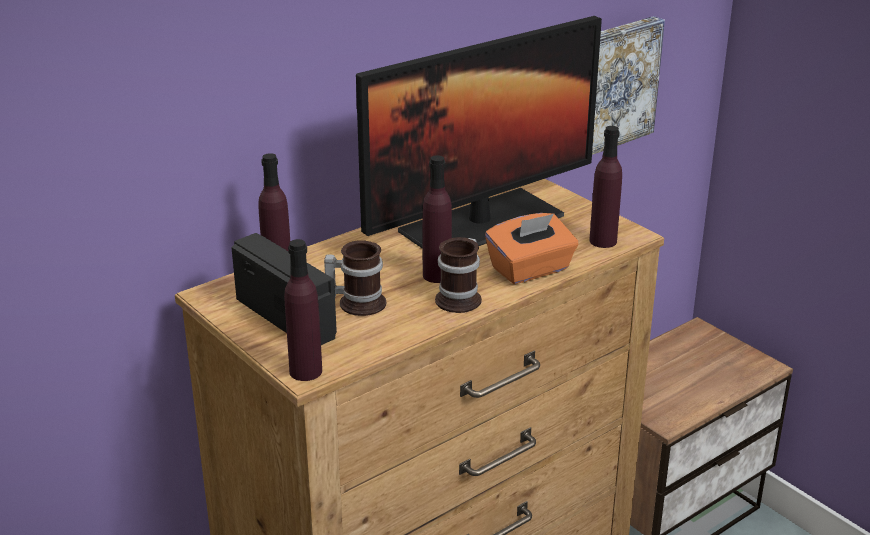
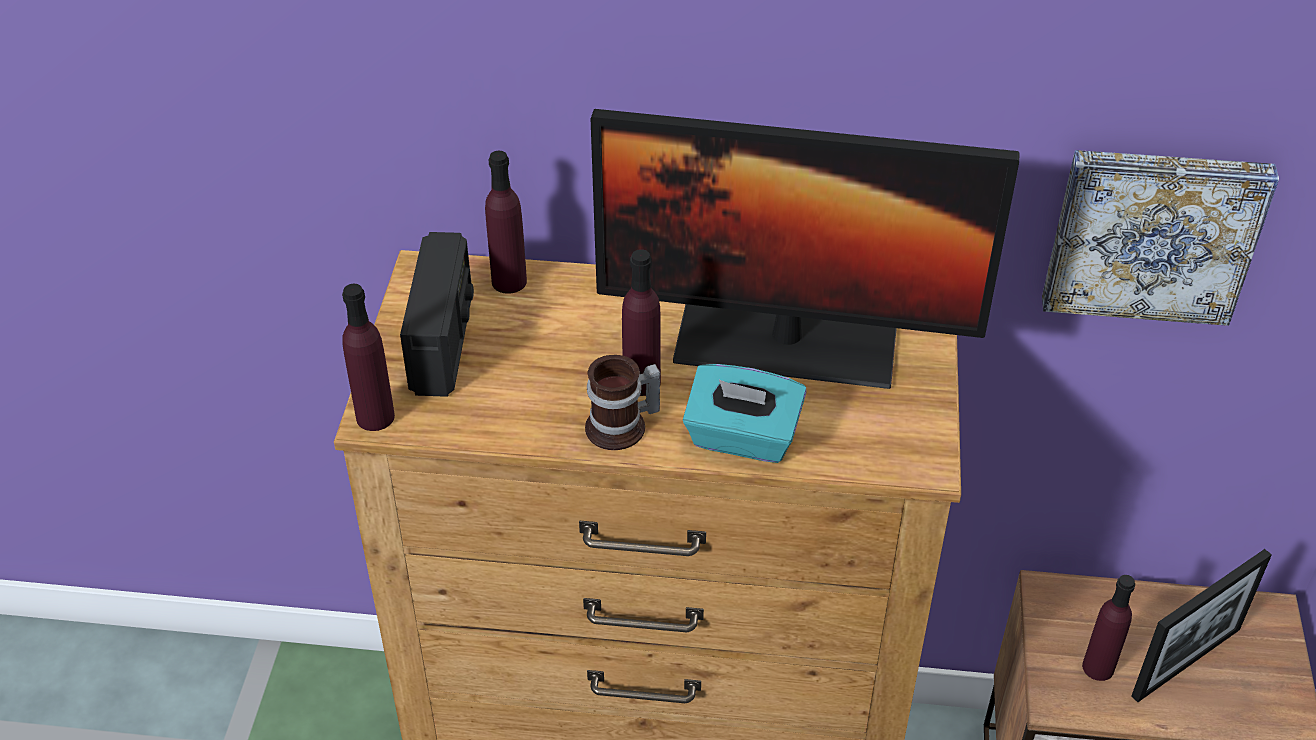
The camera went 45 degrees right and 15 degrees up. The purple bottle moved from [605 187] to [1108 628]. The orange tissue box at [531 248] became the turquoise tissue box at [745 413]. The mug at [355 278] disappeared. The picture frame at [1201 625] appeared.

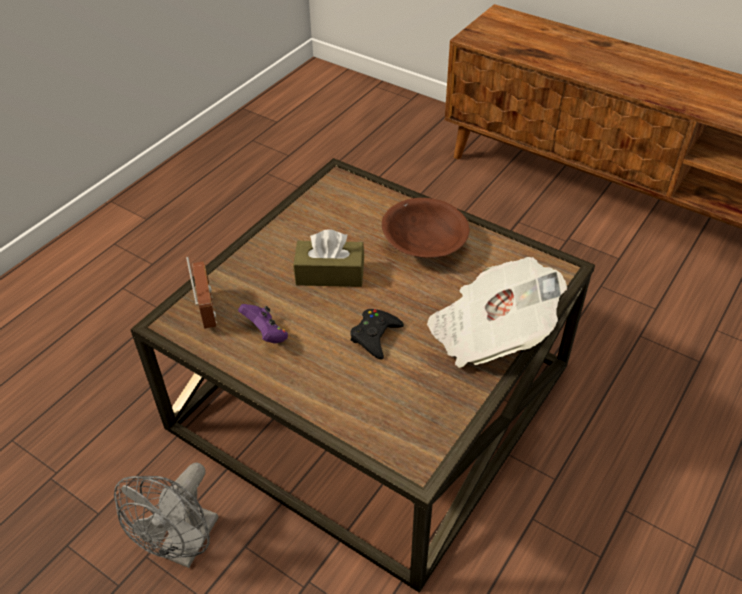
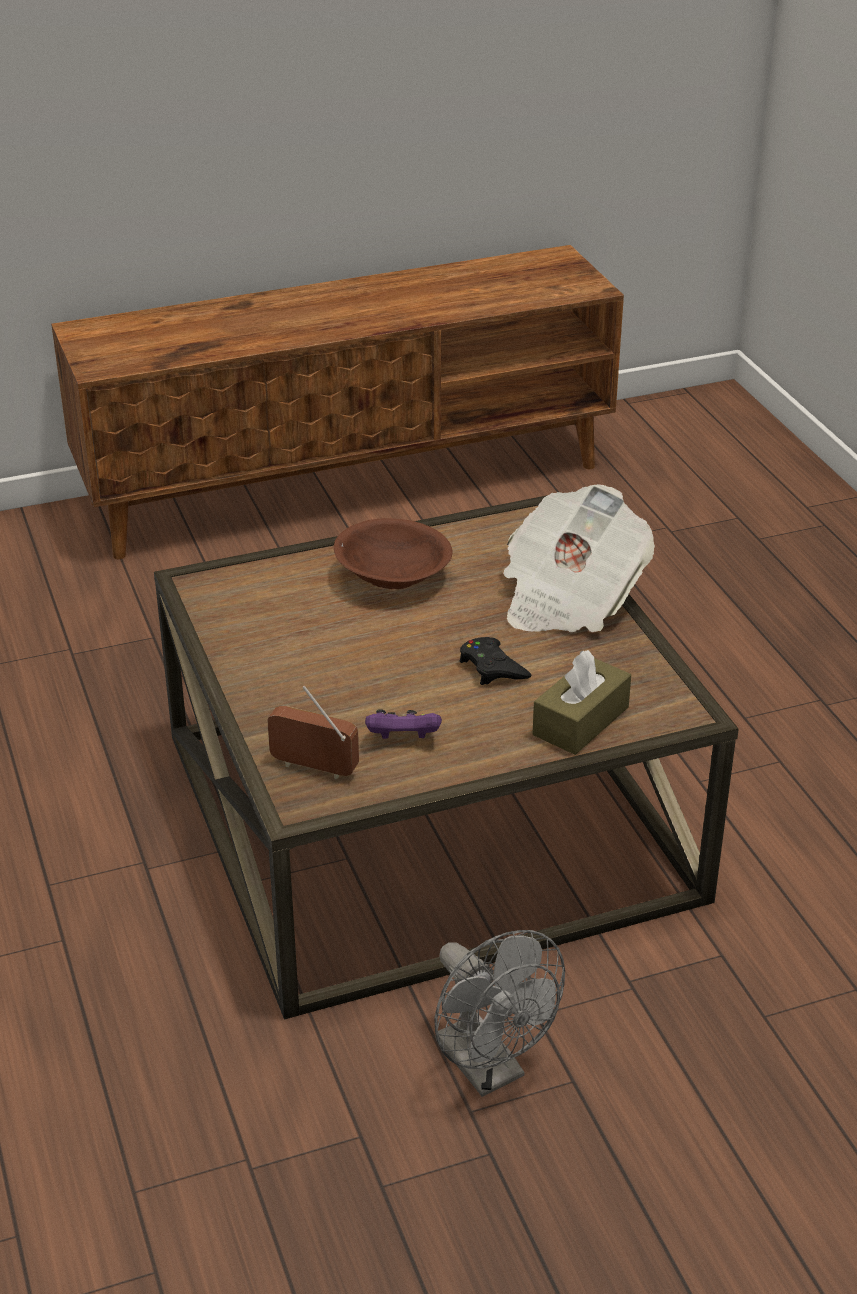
The camera went 55 degrees left and 10 degrees down. The brown tissue box moved from [328 258] to [581 702].

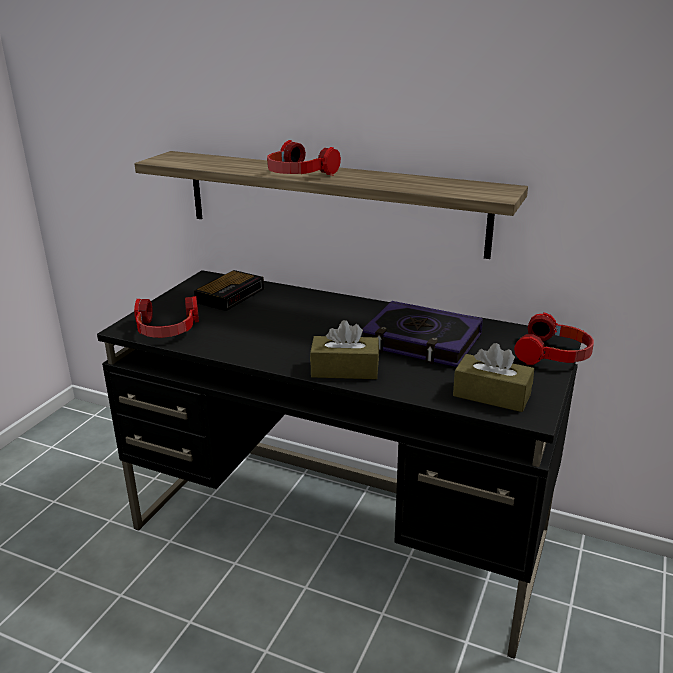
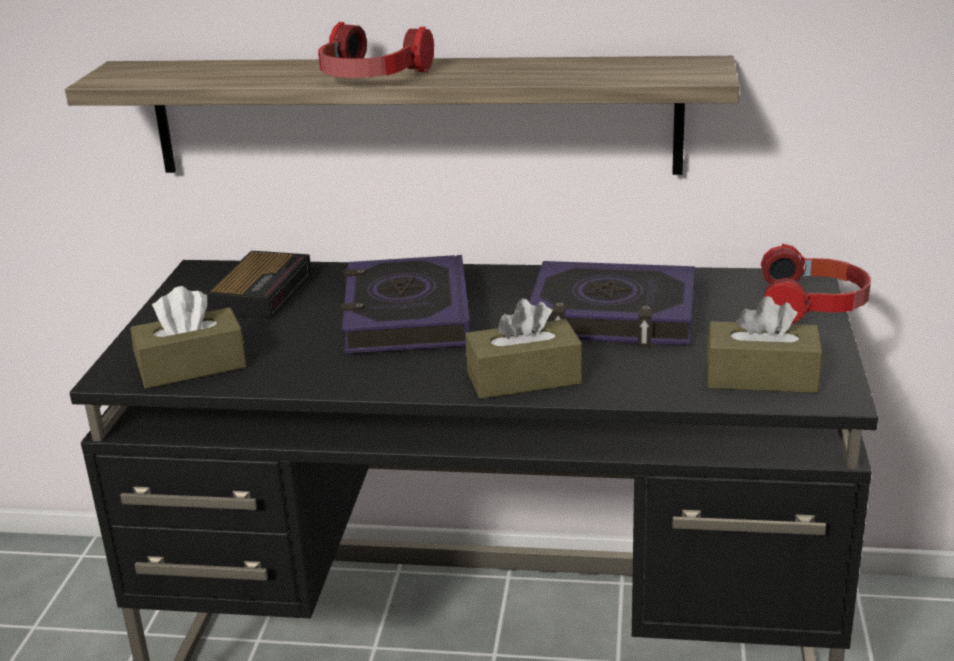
The camera went 15 degrees left and 0 degrees up. The headphones at [166 317] was replaced by the brown tissue box at [188 337]. The book at [405 304] appeared.

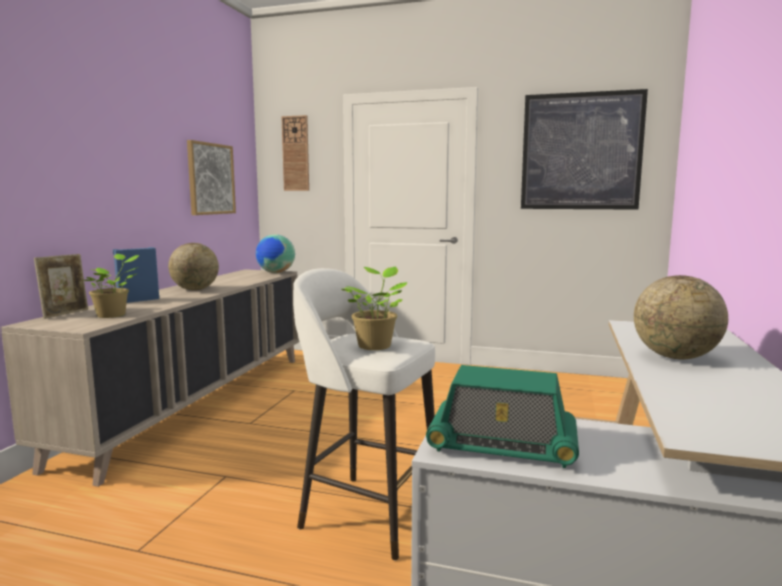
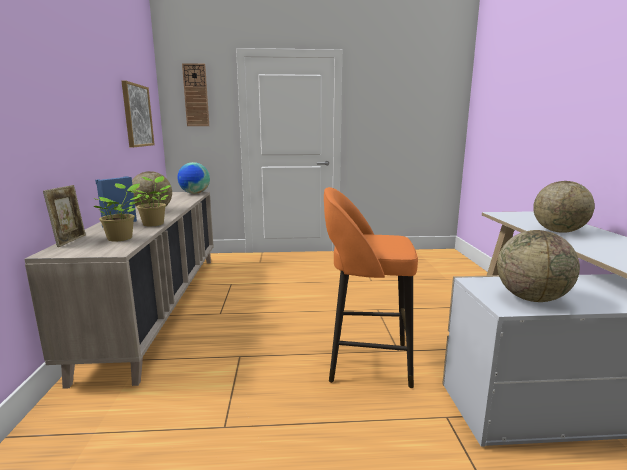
The camera went 20 degrees left and 5 degrees up. The picture at [584 149] disappeared. The potted plant moved from [374 308] to [150 201]. The white stool at [364 414] became the orange stool at [371 287]. The radio at [502 416] was replaced by the globe at [538 266].

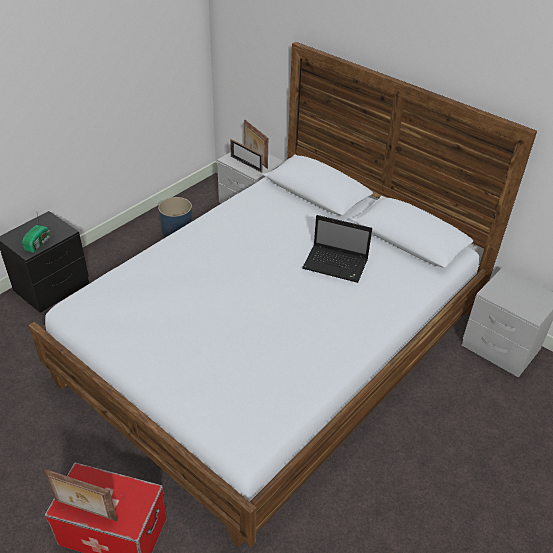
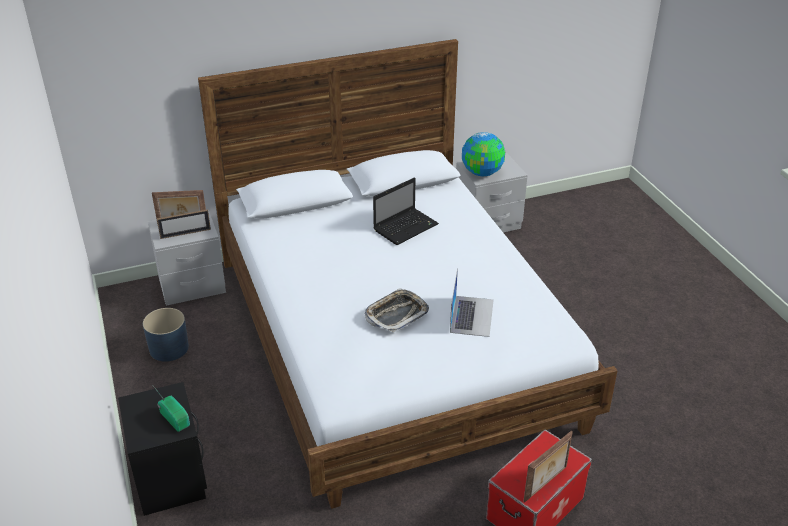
The camera went 60 degrees left and 5 degrees down. The globe at [483 154] appeared. The laptop at [472 302] appeared. The tray at [397 310] appeared.

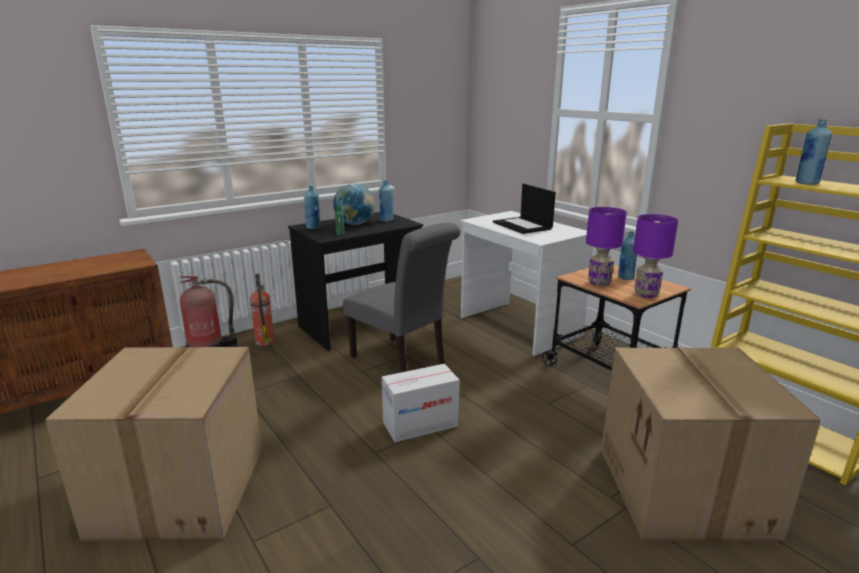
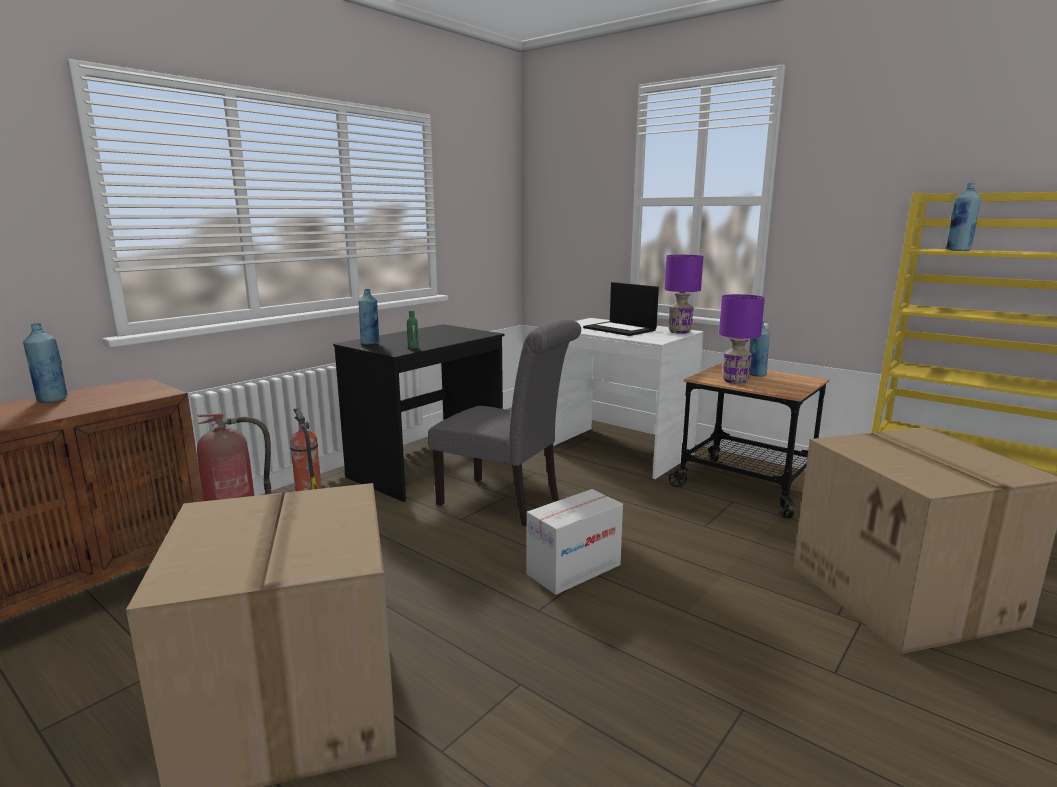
The camera went 15 degrees left and 5 degrees down. The blue bottle moved from [386 201] to [46 363]. The globe at [354 204] disappeared. The purple table lamp moved from [655 256] to [684 294].

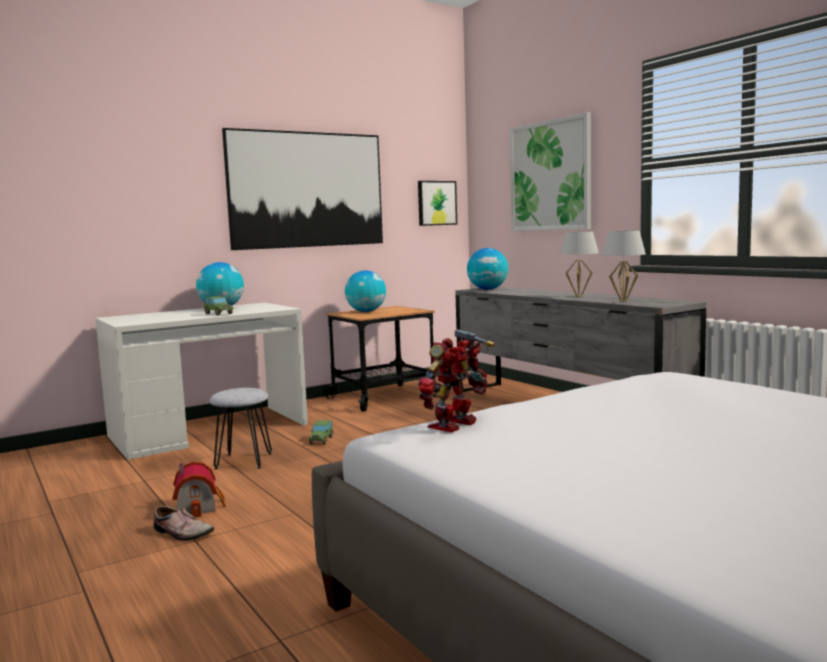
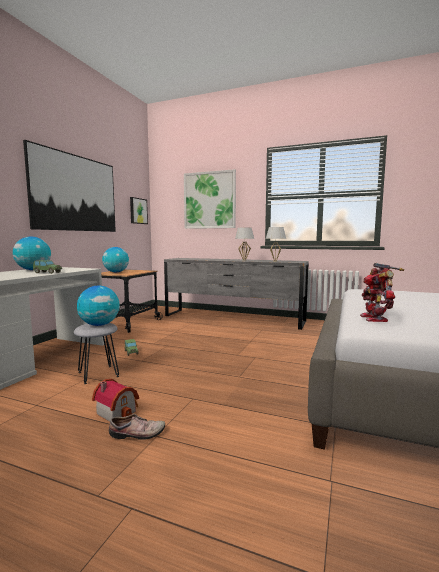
The camera went 35 degrees left and 0 degrees up. The globe moved from [487 269] to [98 306].

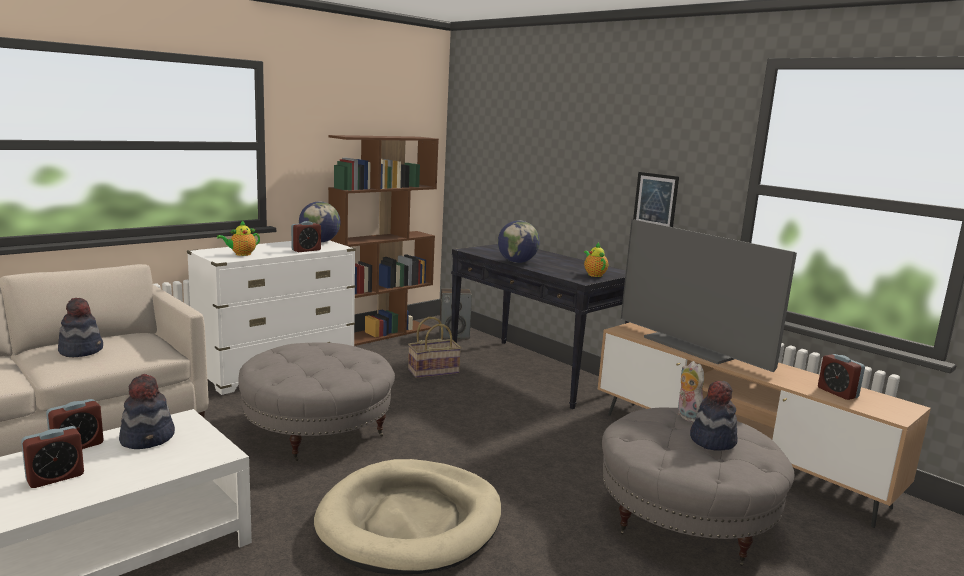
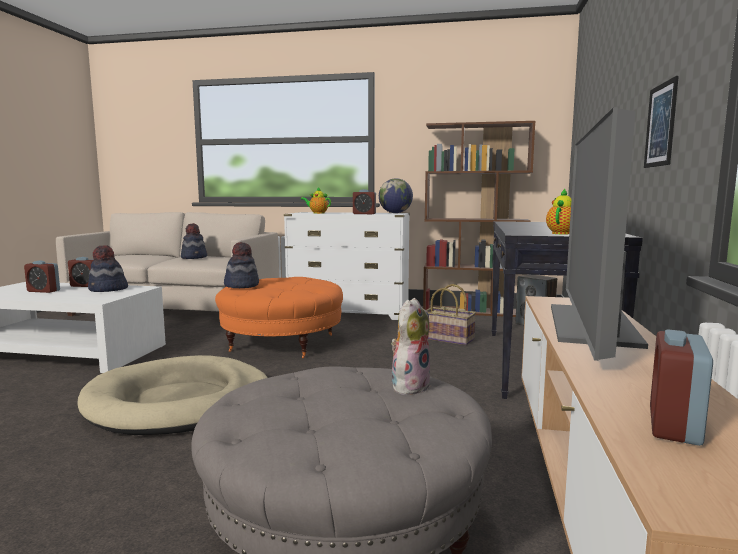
The camera went 55 degrees right and 5 degrees down. The globe at [519 241] disappeared. The grey ottoman at [316 401] became the orange ottoman at [279 317]. The hat moved from [714 416] to [241 265].

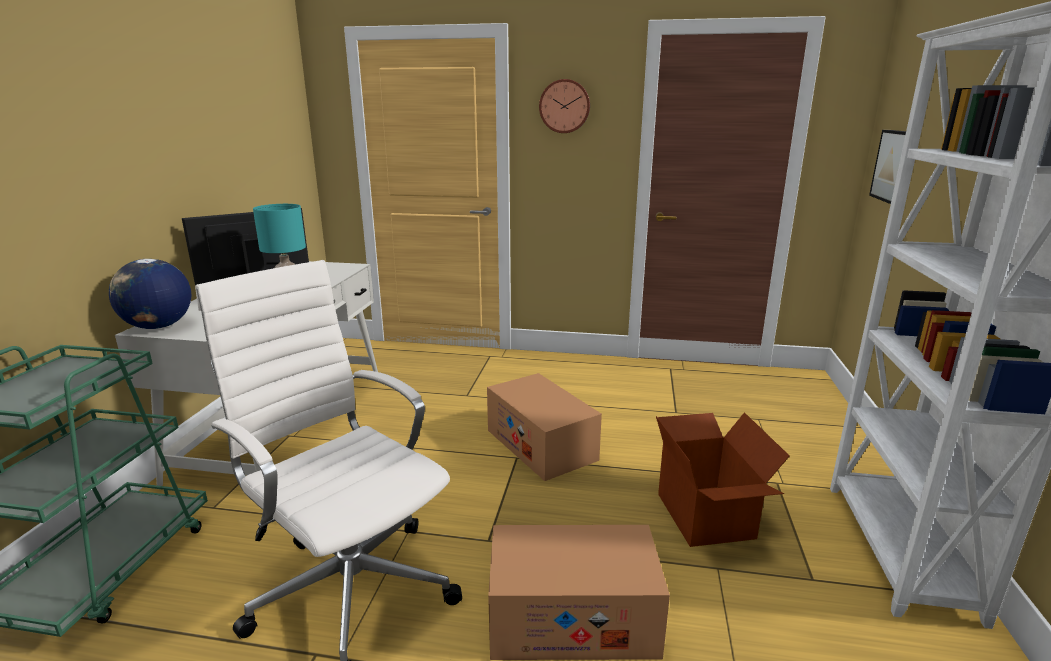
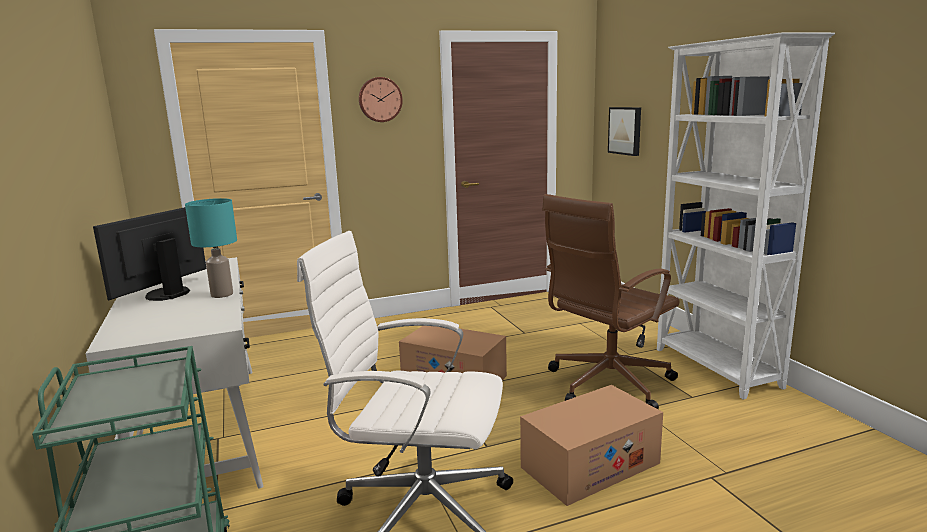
The camera went 30 degrees left and 5 degrees down. The globe at [150 294] disappeared. The cardboard box at [722 479] was replaced by the brown office chair at [611 301].

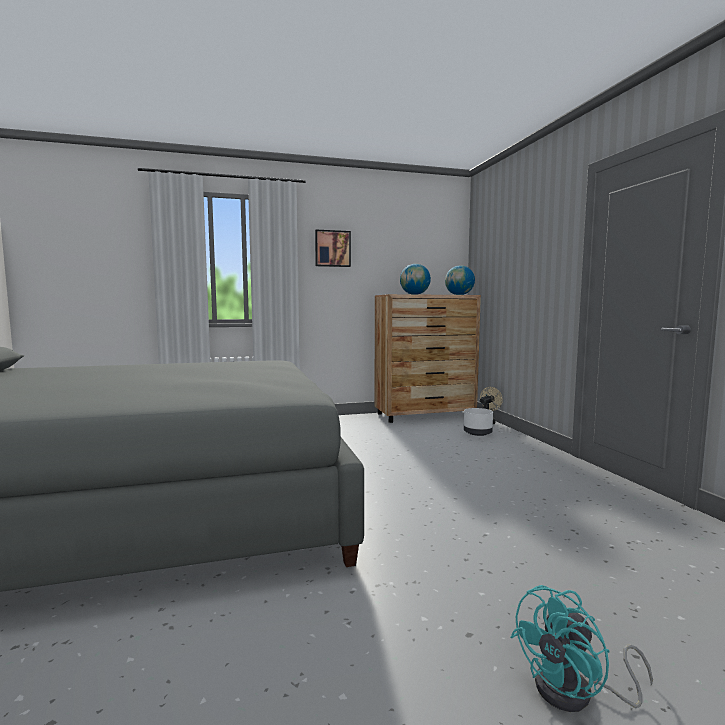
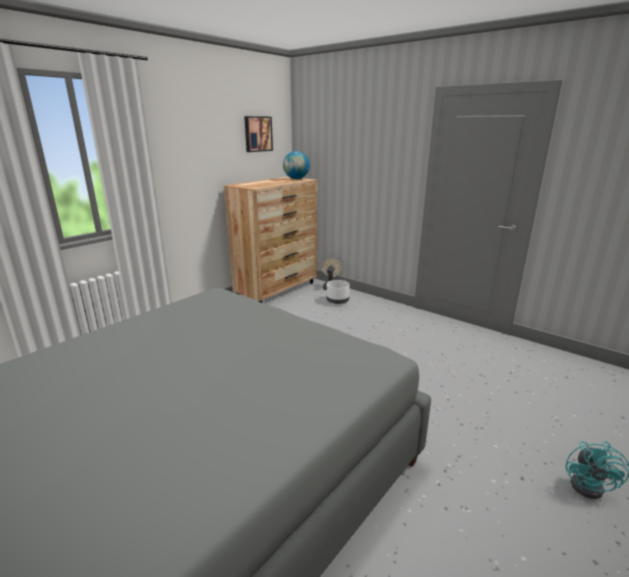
The camera went 35 degrees left and 15 degrees up. The picture moved from [333 248] to [258 134]. The globe at [415 279] disappeared.

